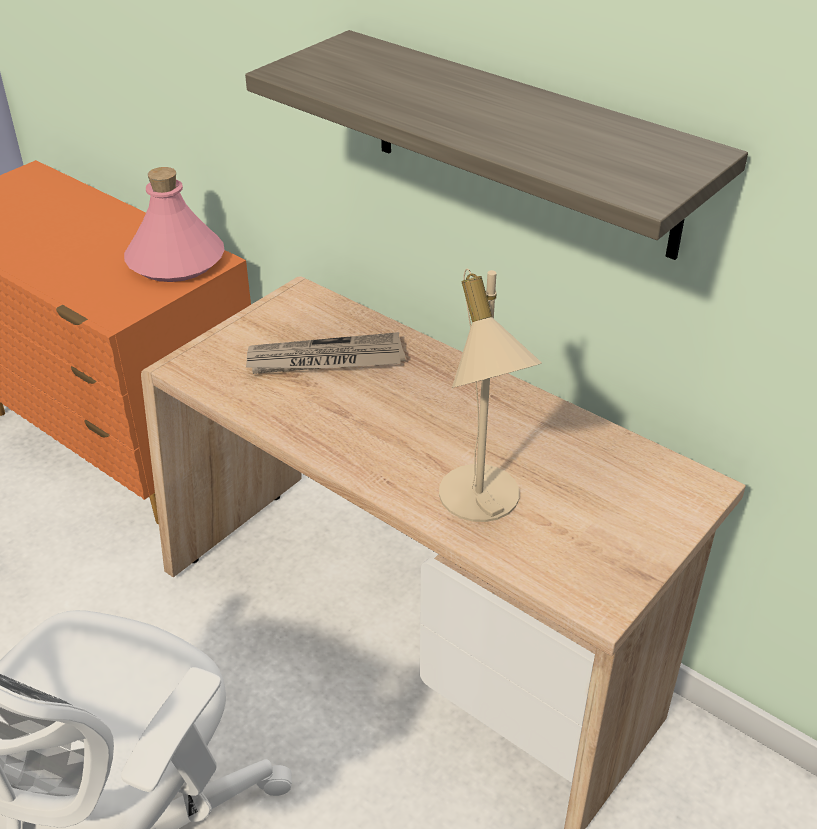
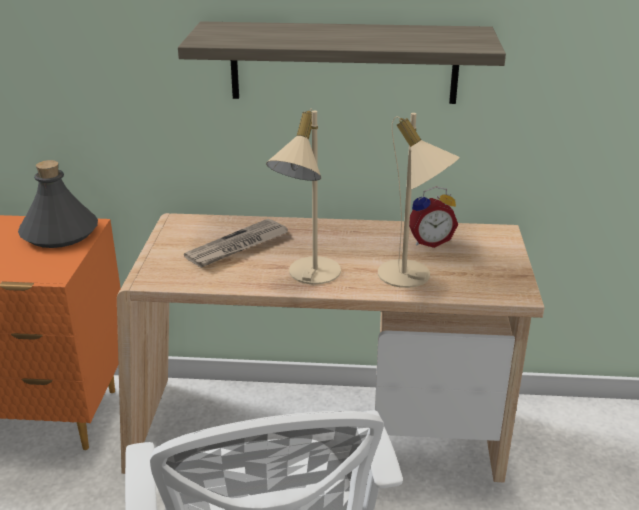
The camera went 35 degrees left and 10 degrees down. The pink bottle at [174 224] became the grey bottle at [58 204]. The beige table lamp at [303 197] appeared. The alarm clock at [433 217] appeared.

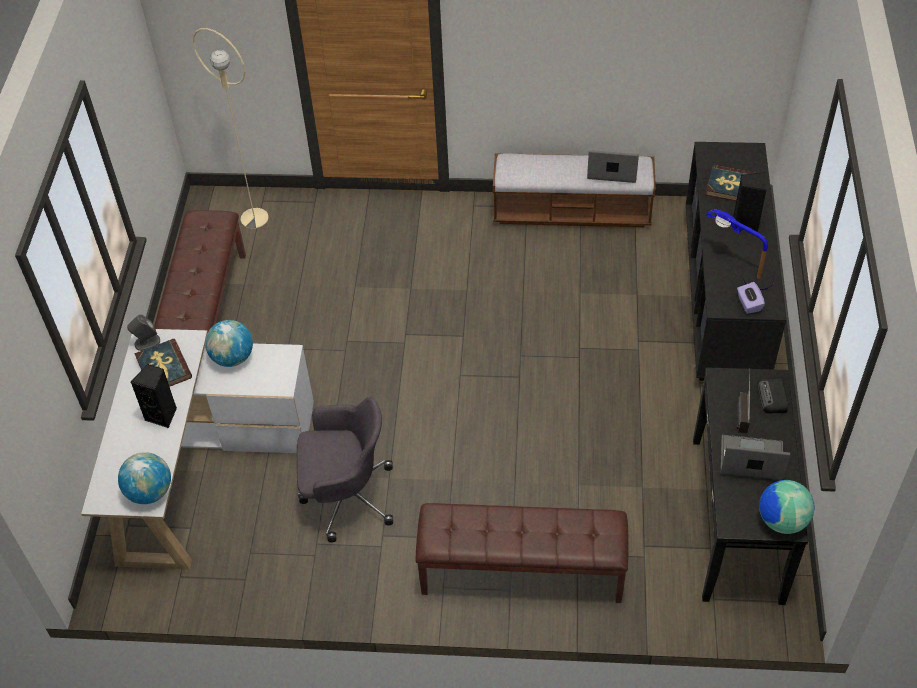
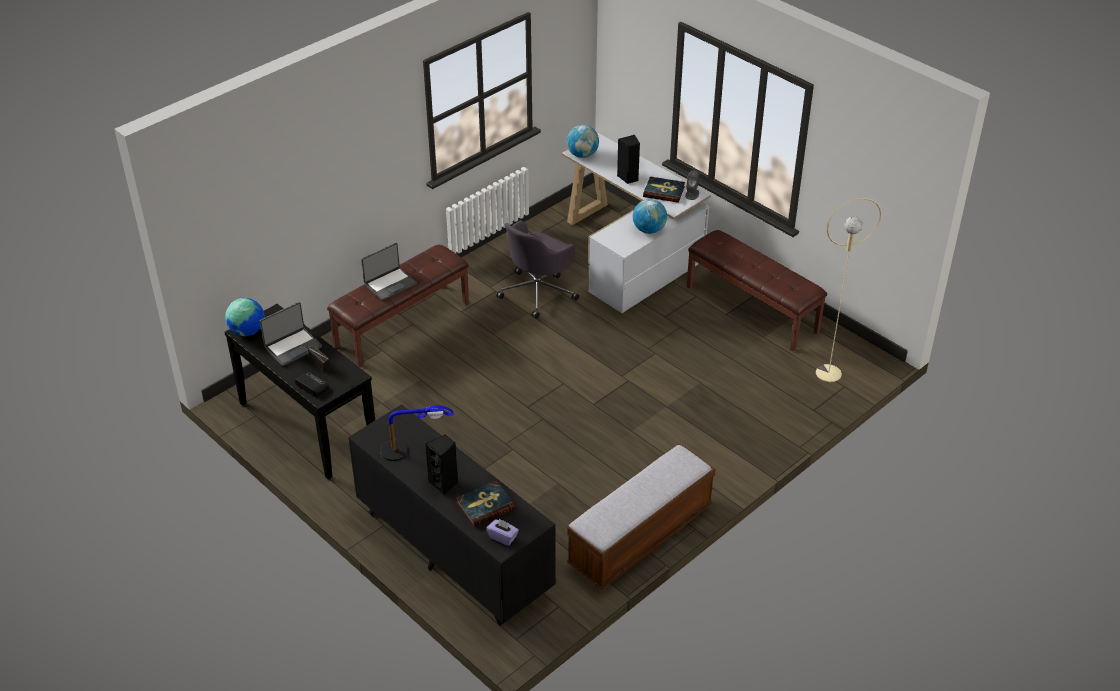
The camera went 130 degrees right and 10 degrees down. The laptop moved from [613 166] to [389 272]. The purple tissue box moved from [751 298] to [502 532].

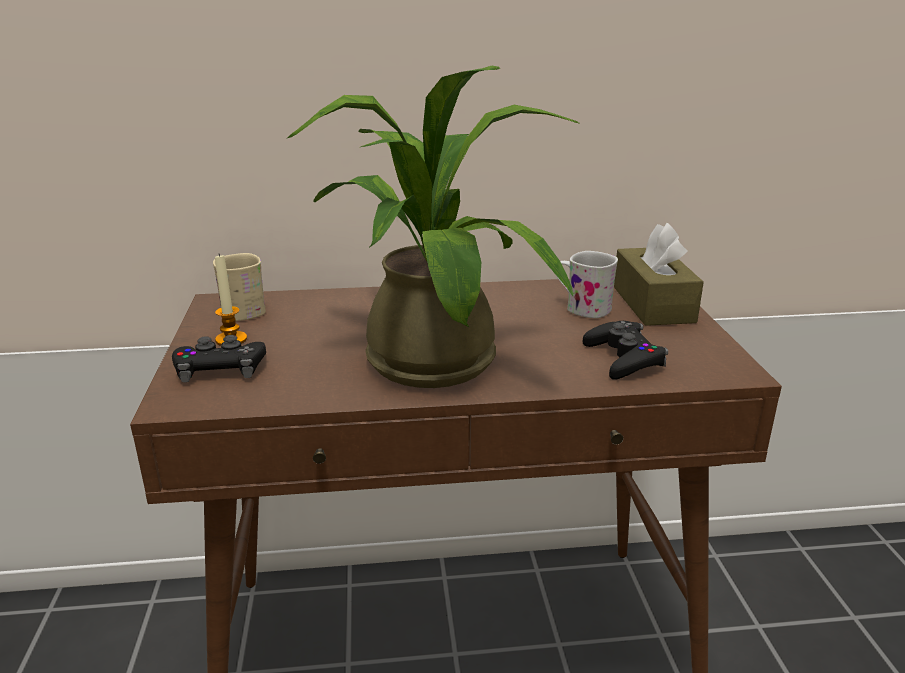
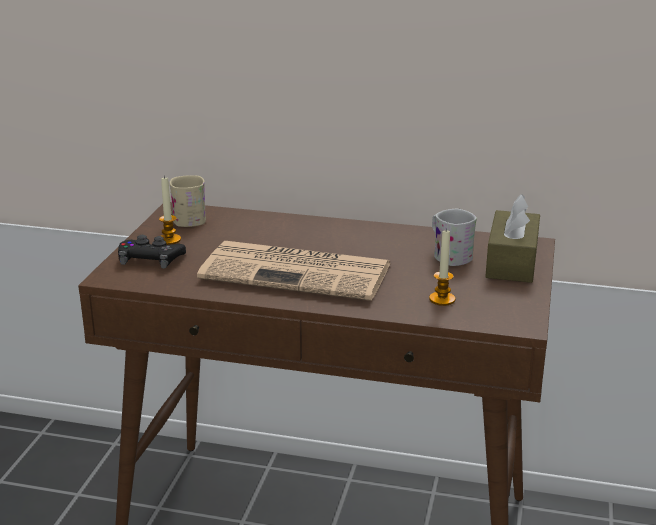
The camera went 20 degrees right and 0 degrees up. The potted plant at [434 227] was replaced by the newspaper at [294 271]. The black game controller at [625 350] was replaced by the candle at [442 267].

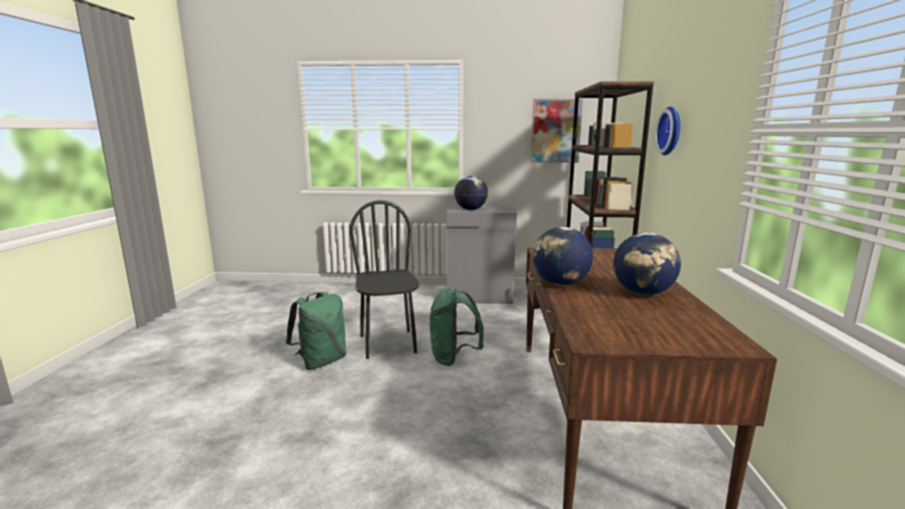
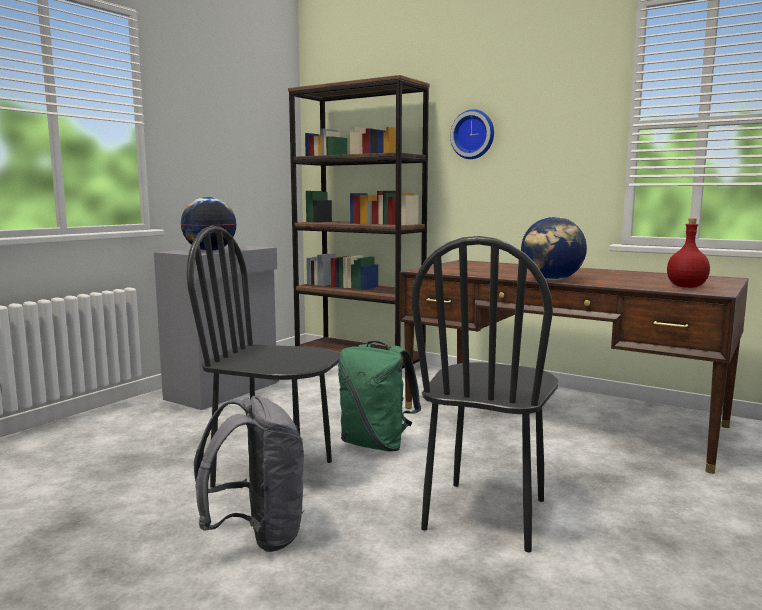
The camera went 60 degrees left and 5 degrees down. The picture at [557 131] disappeared. The globe at [647 264] disappeared. The green backpack at [316 331] became the grey backpack at [249 474]. The red bottle at [688 253] appeared. The black chair at [484 394] appeared.

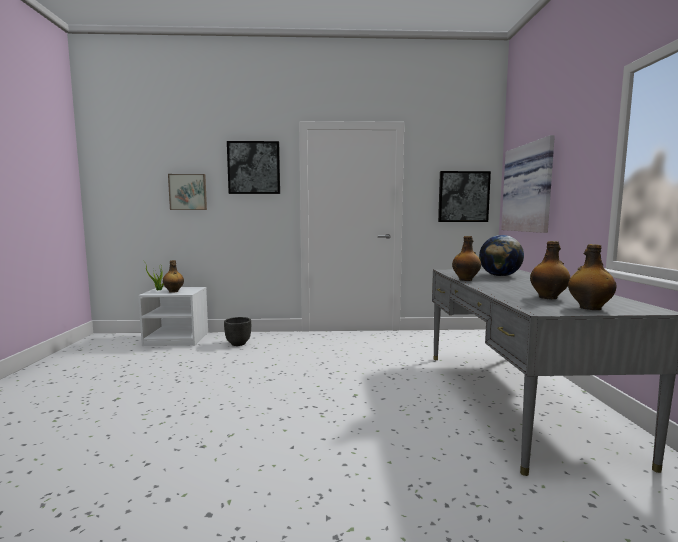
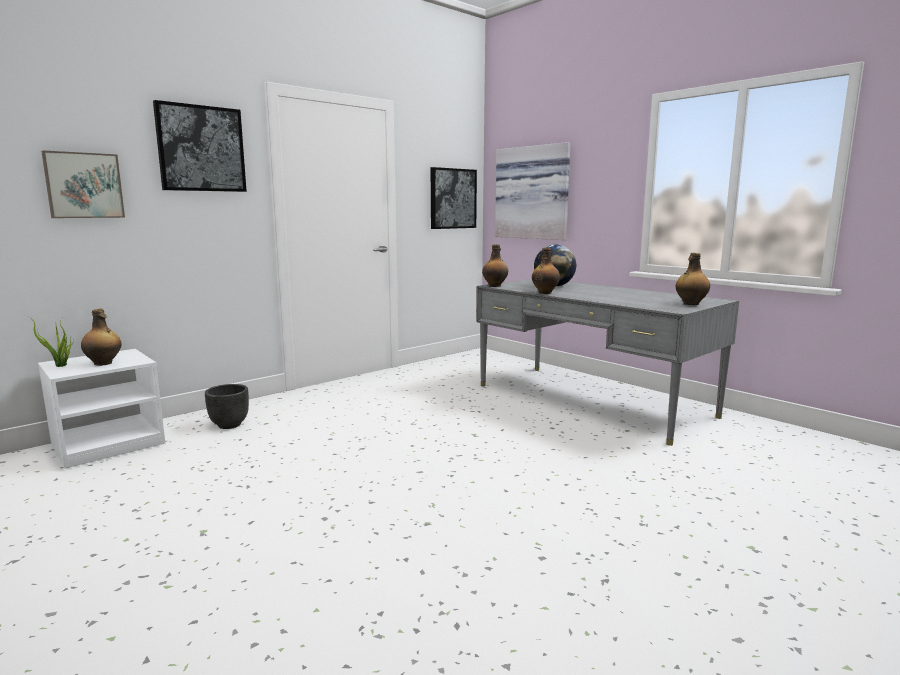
The camera went 40 degrees left and 5 degrees up. The bottle moved from [550 270] to [495 265].

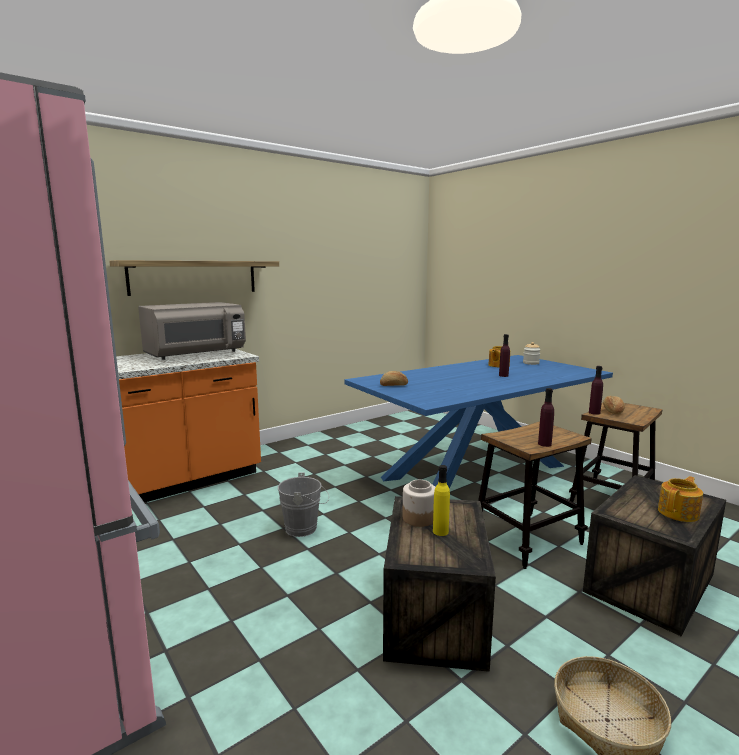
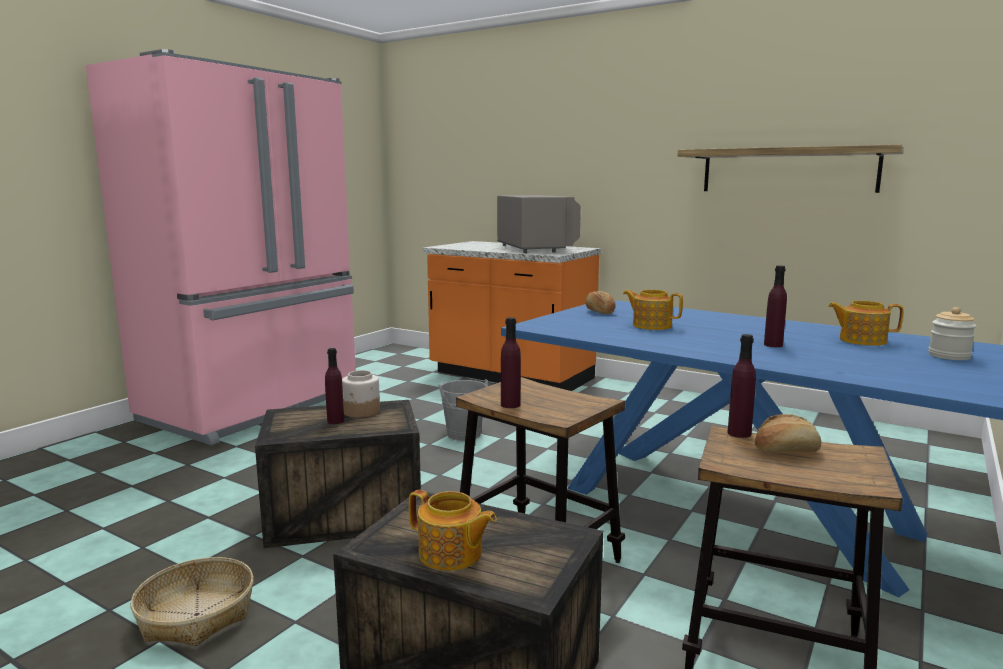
The camera went 70 degrees right and 0 degrees up. The shelf moved from [194 278] to [791 168]. The grey microwave at [192 331] turned 135 degrees counterclockwise. The yellow bottle at [441 500] became the purple bottle at [334 386]. The teapot at [653 310] appeared.

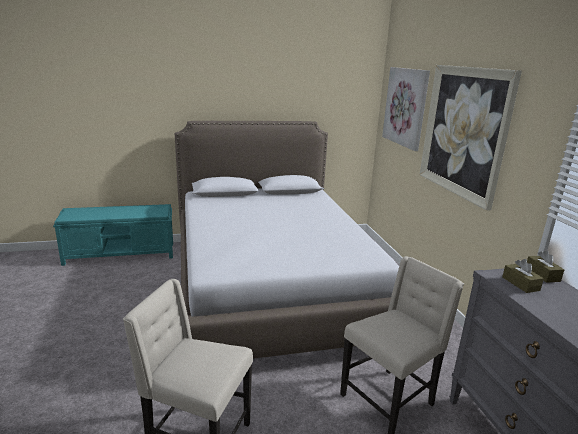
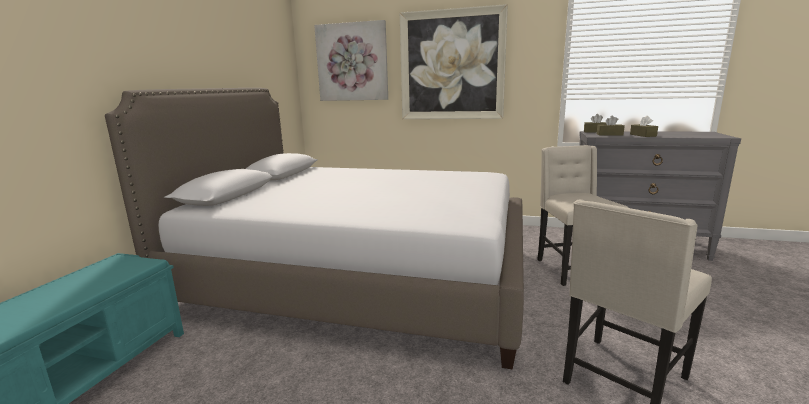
The camera went 60 degrees left and 5 degrees down. The brown tissue box at [644 126] appeared.

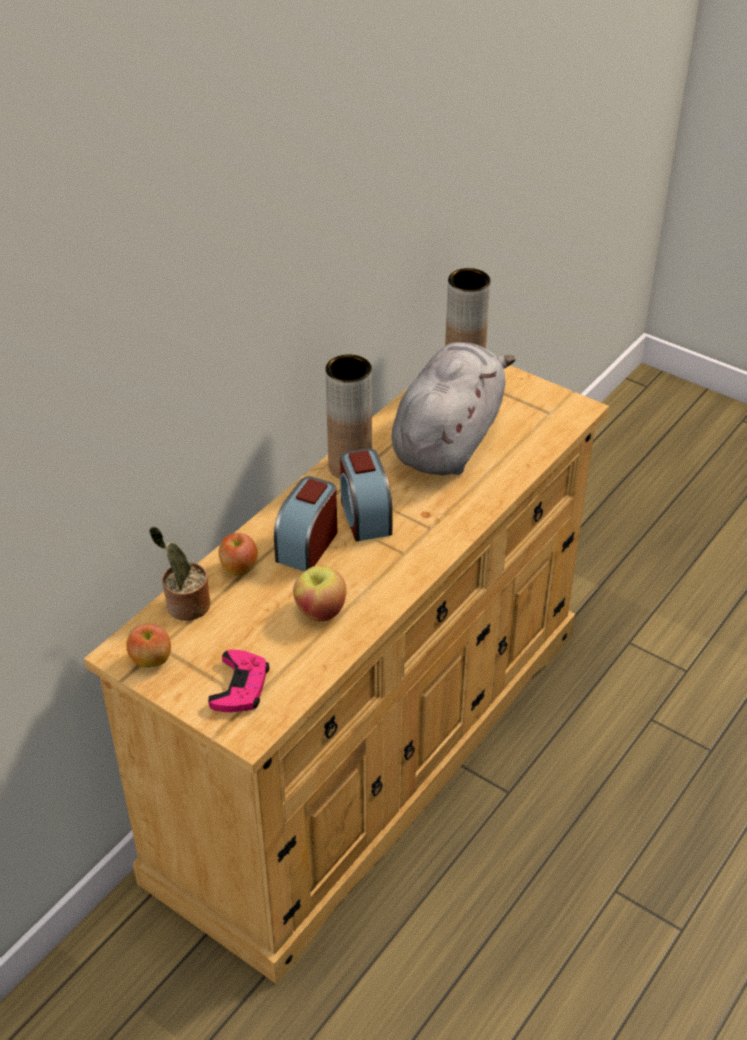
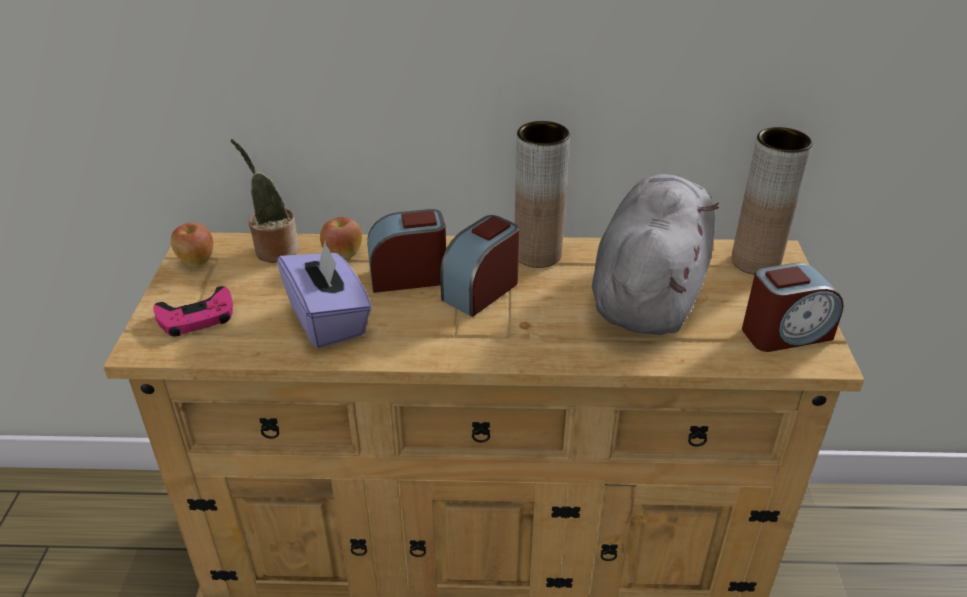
The camera went 55 degrees right and 5 degrees down. The grey plush toy at [454 409] turned 60 degrees counterclockwise. The apple at [319 594] was replaced by the purple tissue box at [324 295]. The alarm clock at [793 307] appeared.

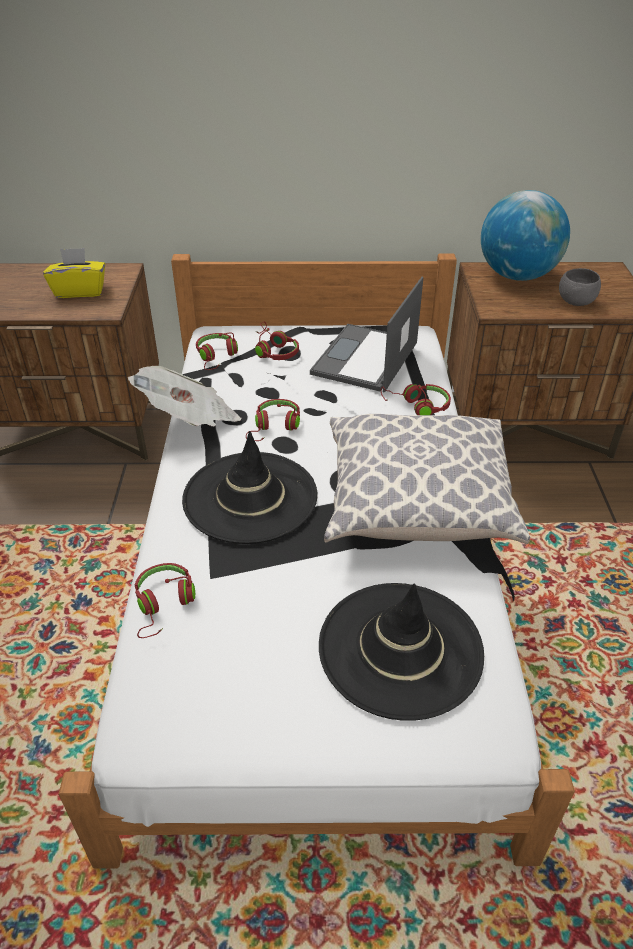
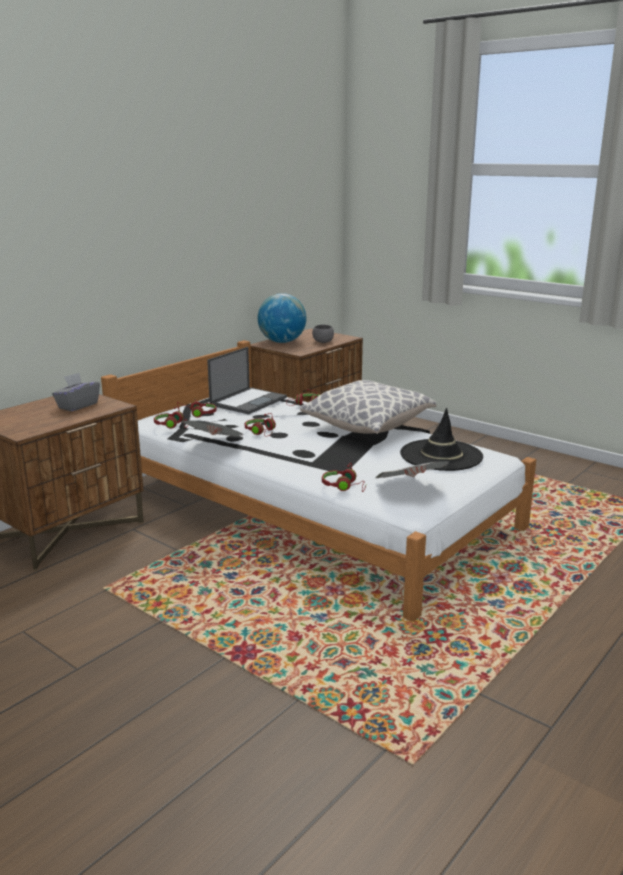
The camera went 50 degrees left and 20 degrees down. The yellow tissue box at [74 273] became the grey tissue box at [76 392]. The laptop at [366 334] turned 120 degrees counterclockwise. The black hat at [250 487] disappeared. The newspaper at [413 469] appeared.

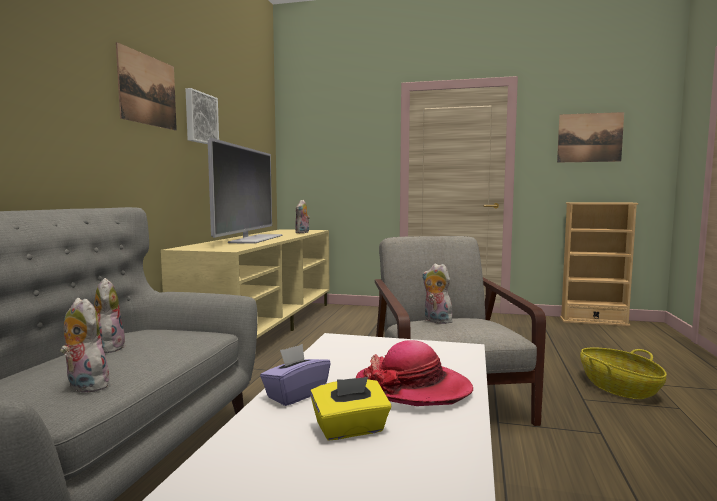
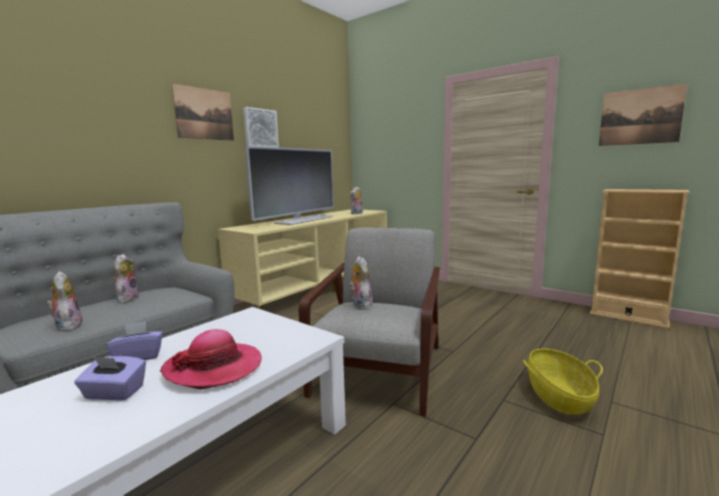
The camera went 25 degrees right and 5 degrees up. The yellow tissue box at [350 409] became the purple tissue box at [110 378].

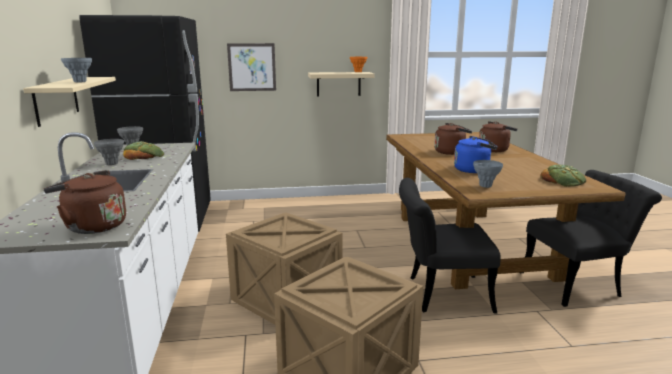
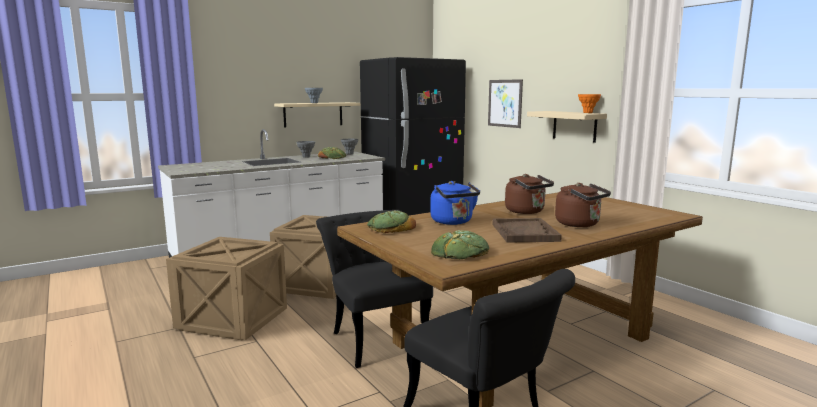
The camera went 65 degrees right and 5 degrees down. The grey vase at [488 174] was replaced by the bread at [391 222]. The brown kettle at [85 202] disappeared. The brown tray at [527 230] appeared.

